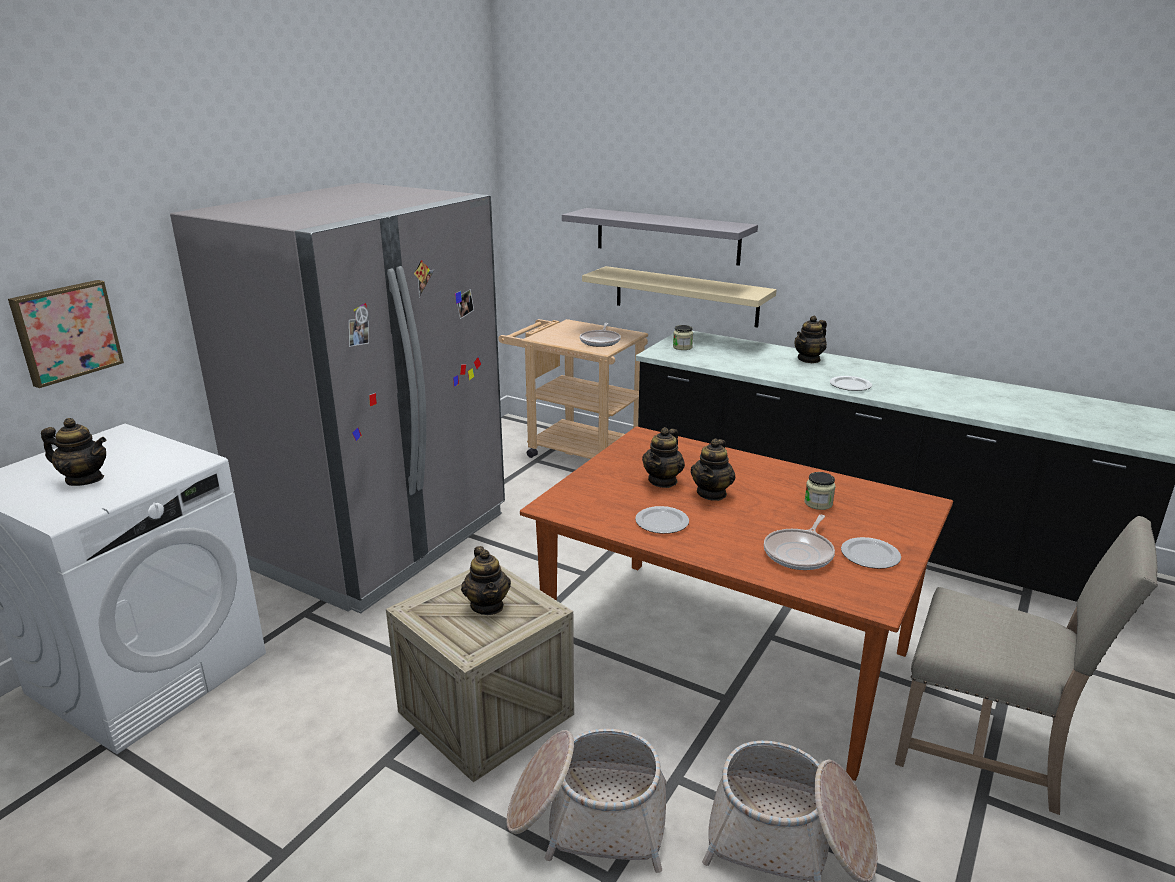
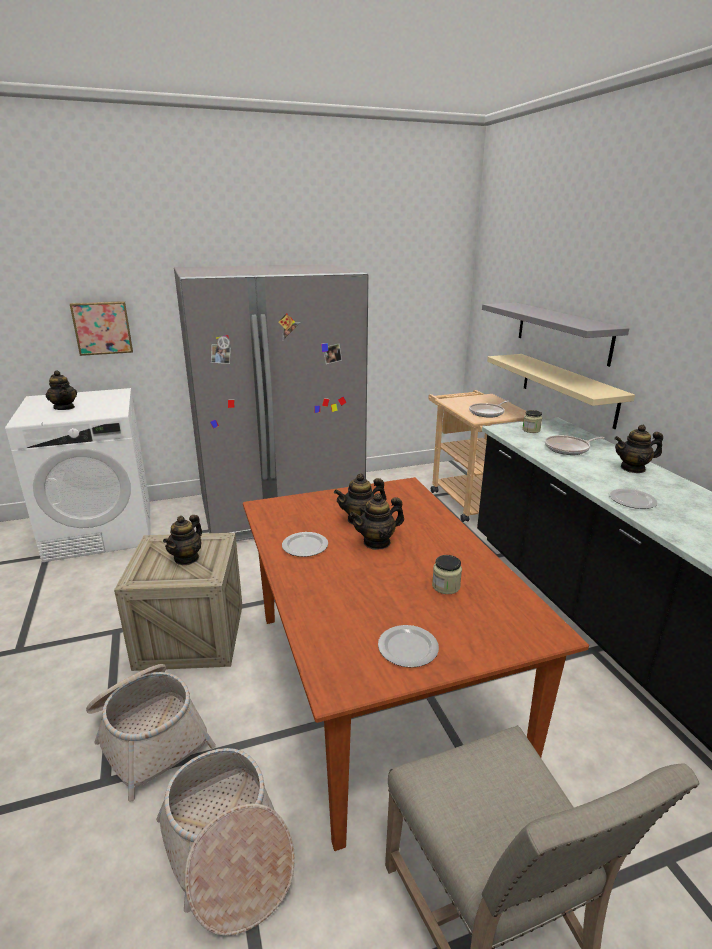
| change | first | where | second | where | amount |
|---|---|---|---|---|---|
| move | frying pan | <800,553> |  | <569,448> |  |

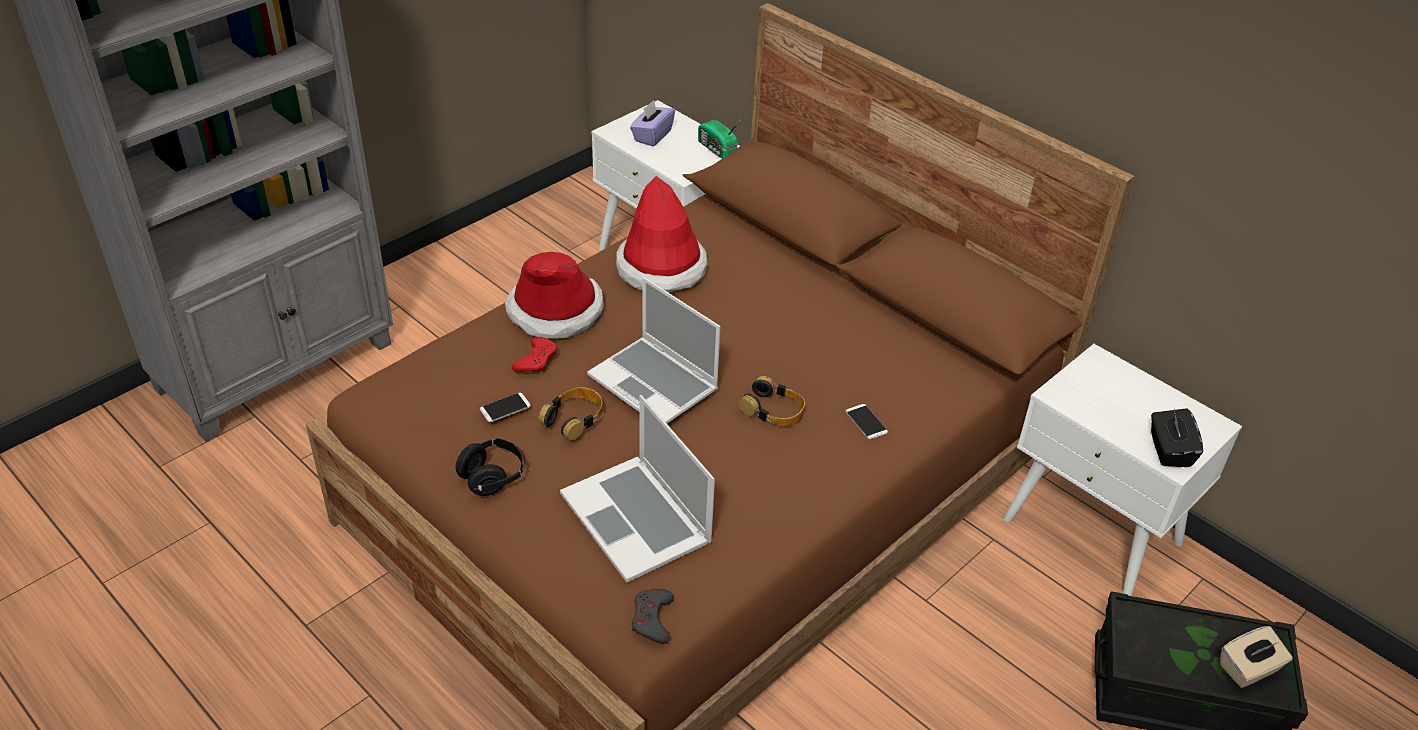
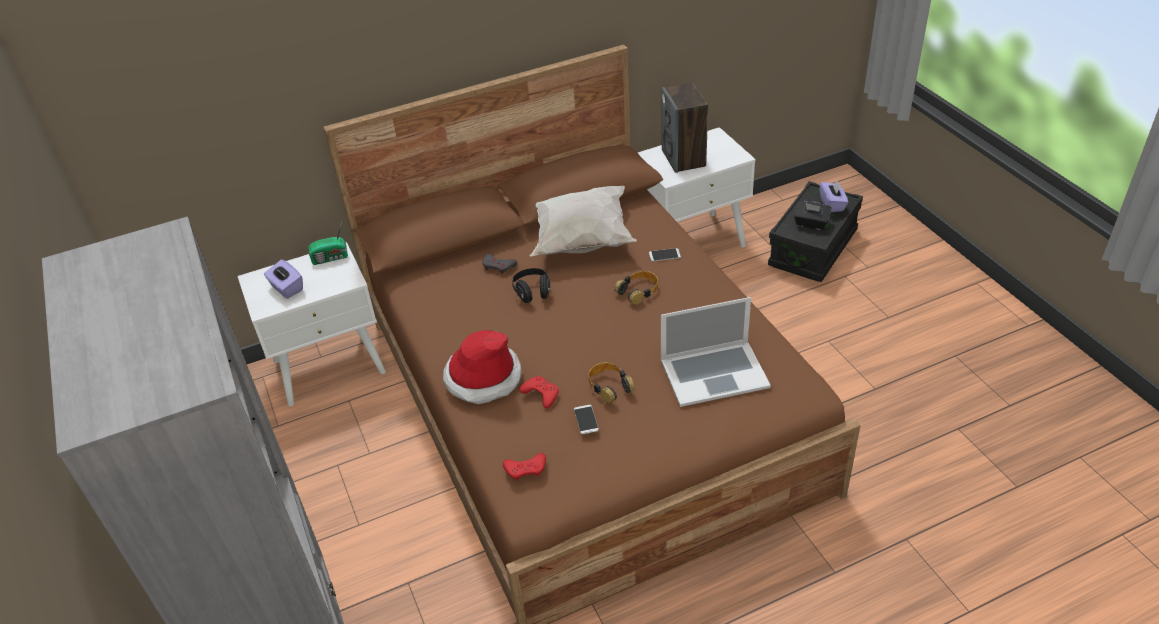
| change | first | where | second | where | amount |
|---|---|---|---|---|---|
| delete | laptop | <655,384> |  |  |  |
| delete | hat | <661,268> |  |  |  |
| insert |  |  | game controller in red | <526,469> |  |
| insert |  |  | pillow in white | <581,241> |  |
| insert |  |  | speaker | <684,158> |  |
| move | headphones in black | <493,477> |  | <532,292> |  |
| move | game controller in grey | <652,619> |  | <498,266> |  |
| move | tissue box in black | <1169,450> |  | <811,224> |  |
| recolor | tissue box in beige | <1249,669> | tissue box in purple | <832,204> |  |

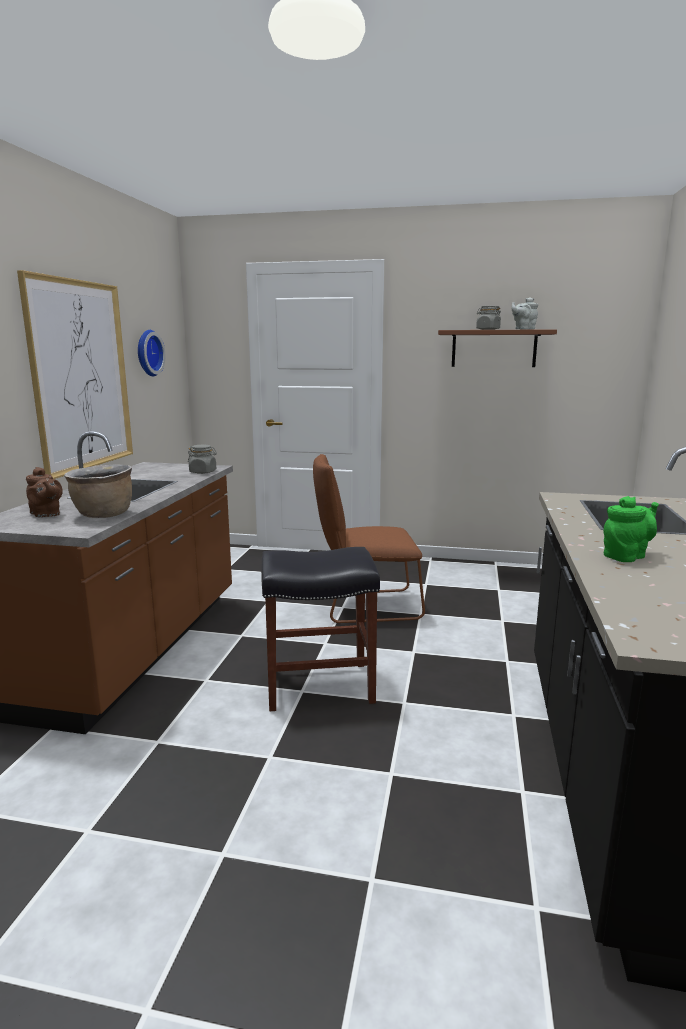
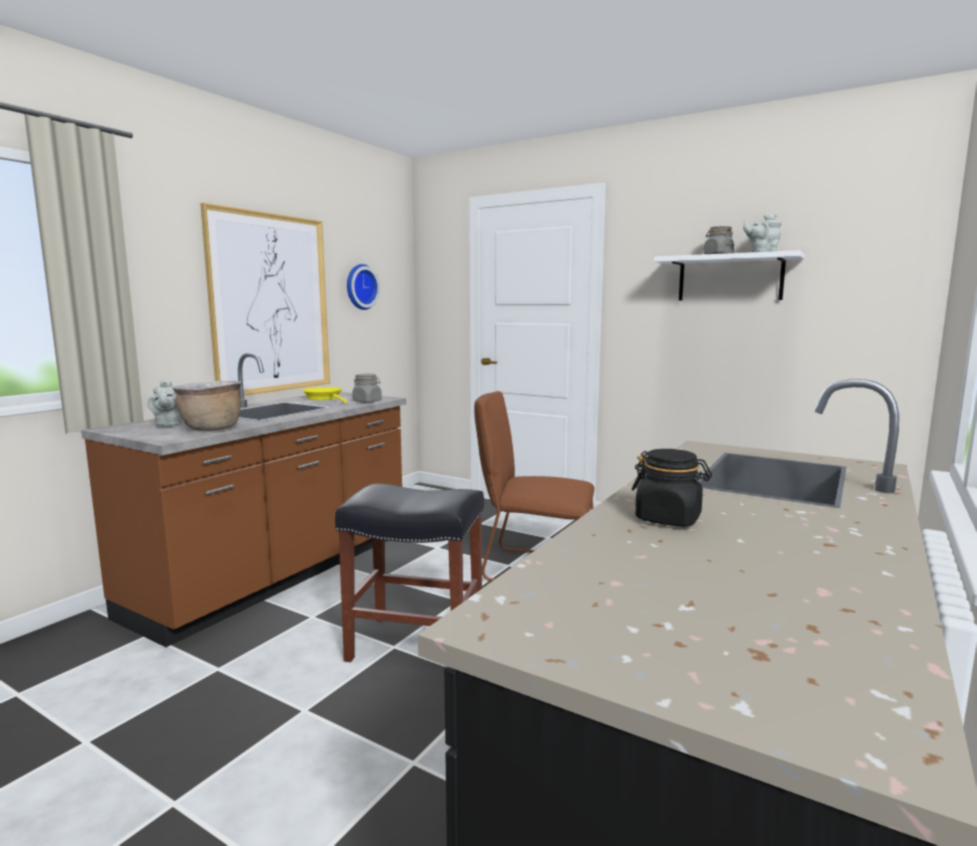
| change | first | where | second | where | amount |
|---|---|---|---|---|---|
| insert |  |  | frying pan in yellow | <325,398> |  |
| replace | teapot in green | <626,556> | jar in black | <668,519> |  |
| recolor | teapot in brown | <46,514> | teapot in grey | <168,425> |  |
| recolor | shelf in brown | <493,348> | shelf in white | <730,278> |  |

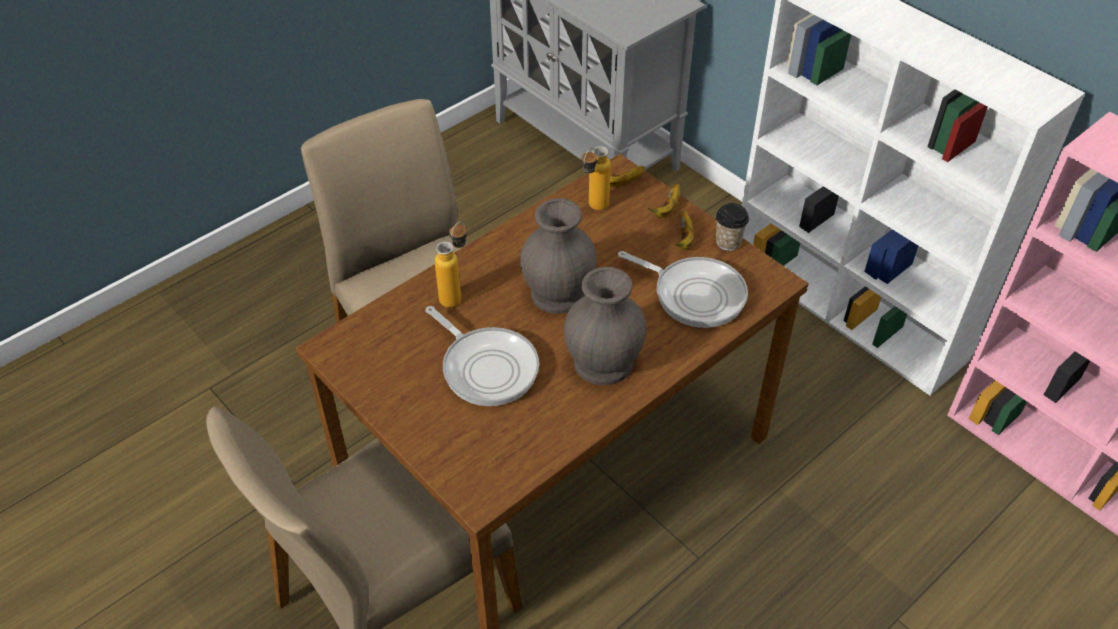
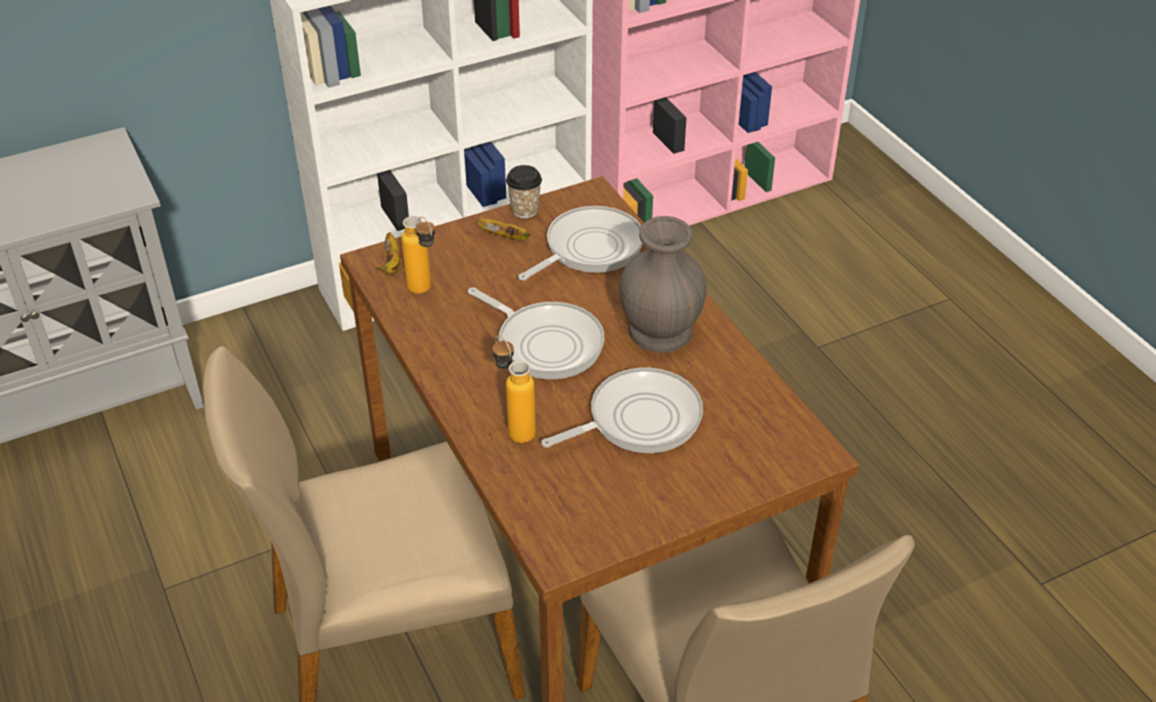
| change | first | where | second | where | amount |
|---|---|---|---|---|---|
| delete | banana | <667,209> |  |  |  |
| replace | vase in grey | <559,292> | frying pan | <545,343> |  |

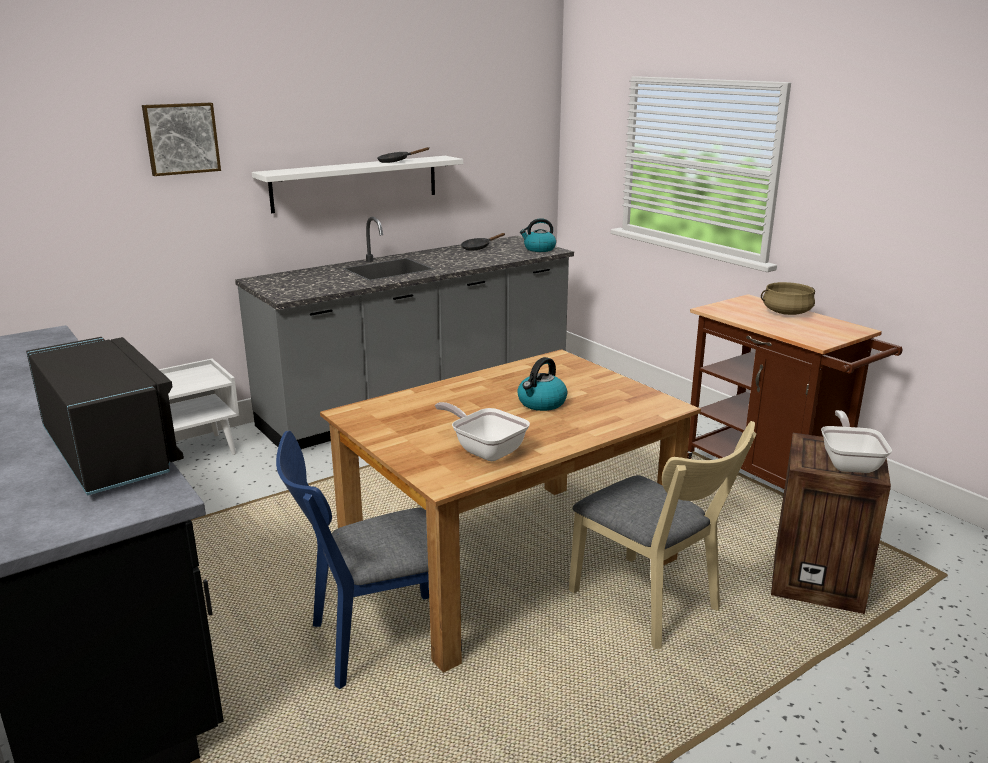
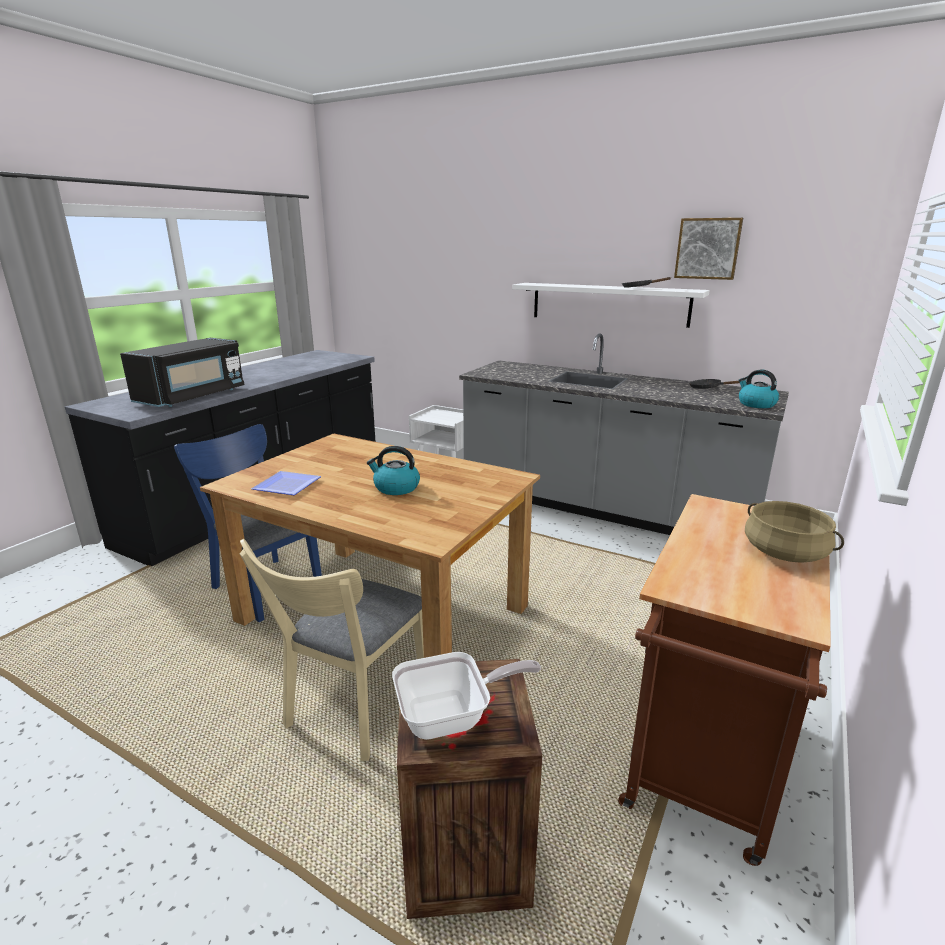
| change | first | where | second | where | amount |
|---|---|---|---|---|---|
| move | picture | <181,138> |  | <708,248> |  |
| replace | frying pan | <485,449> | plate | <289,485> |  |

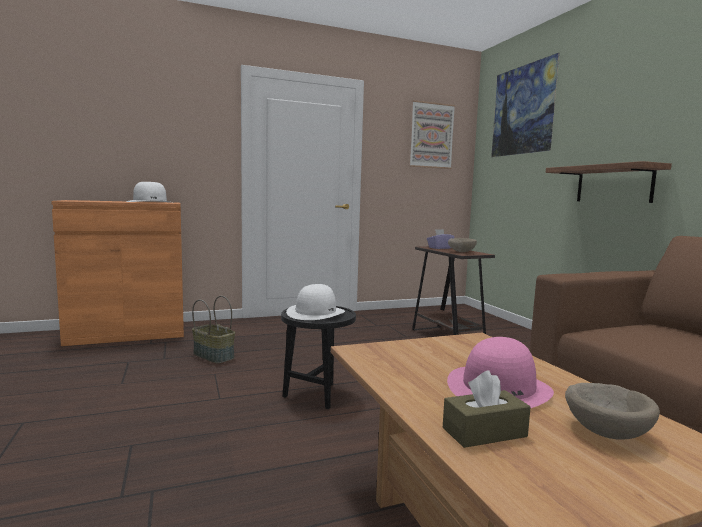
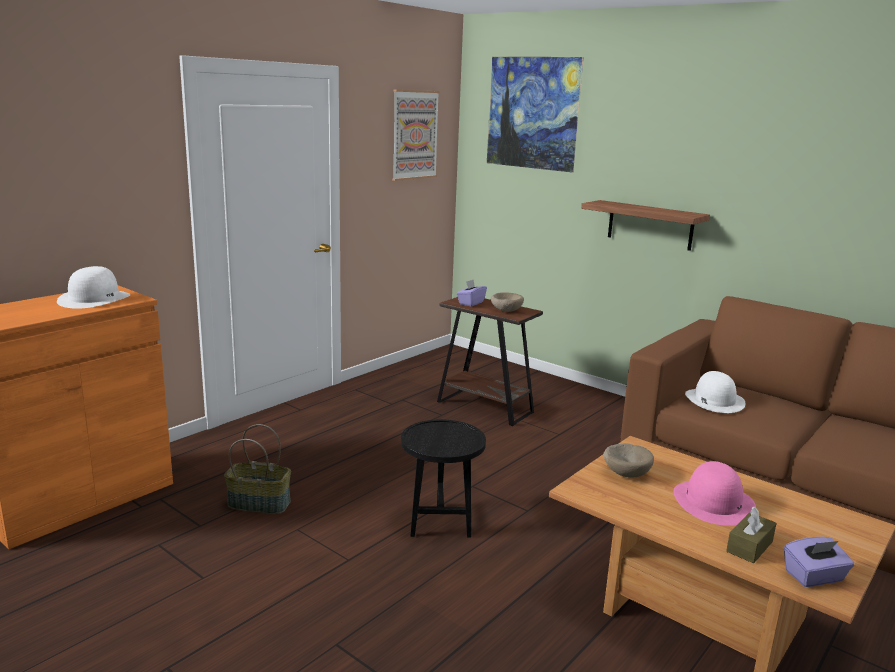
| change | first | where | second | where | amount |
|---|---|---|---|---|---|
| insert |  |  | tissue box in purple | <814,577> |  |
| move | hat in white | <315,312> |  | <714,400> |  |
| move | bowl in beige | <607,432> |  | <626,473> |  |

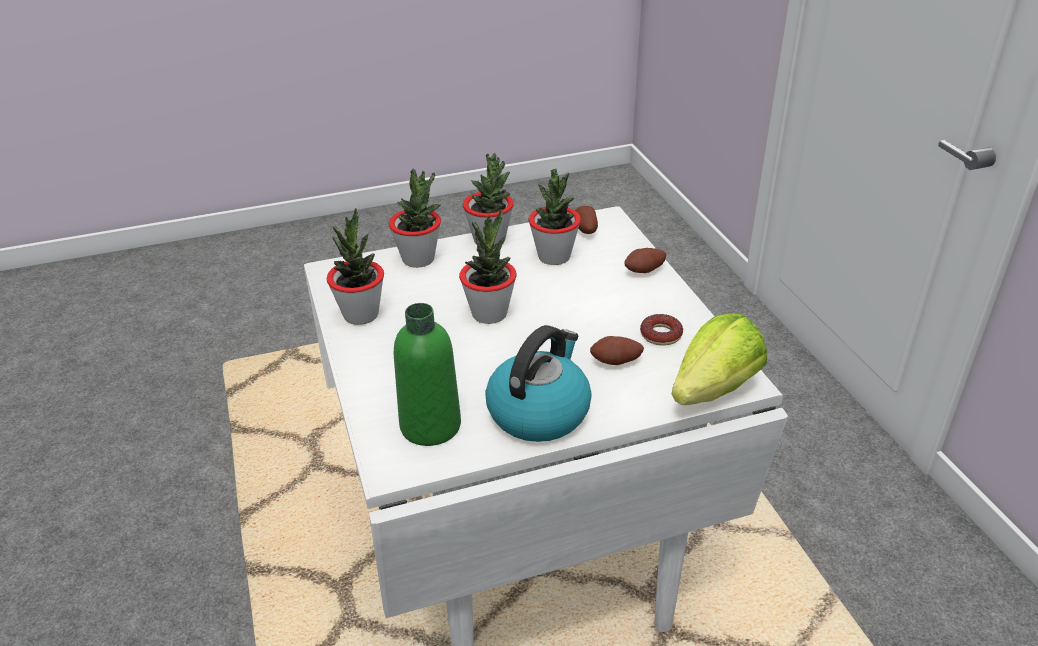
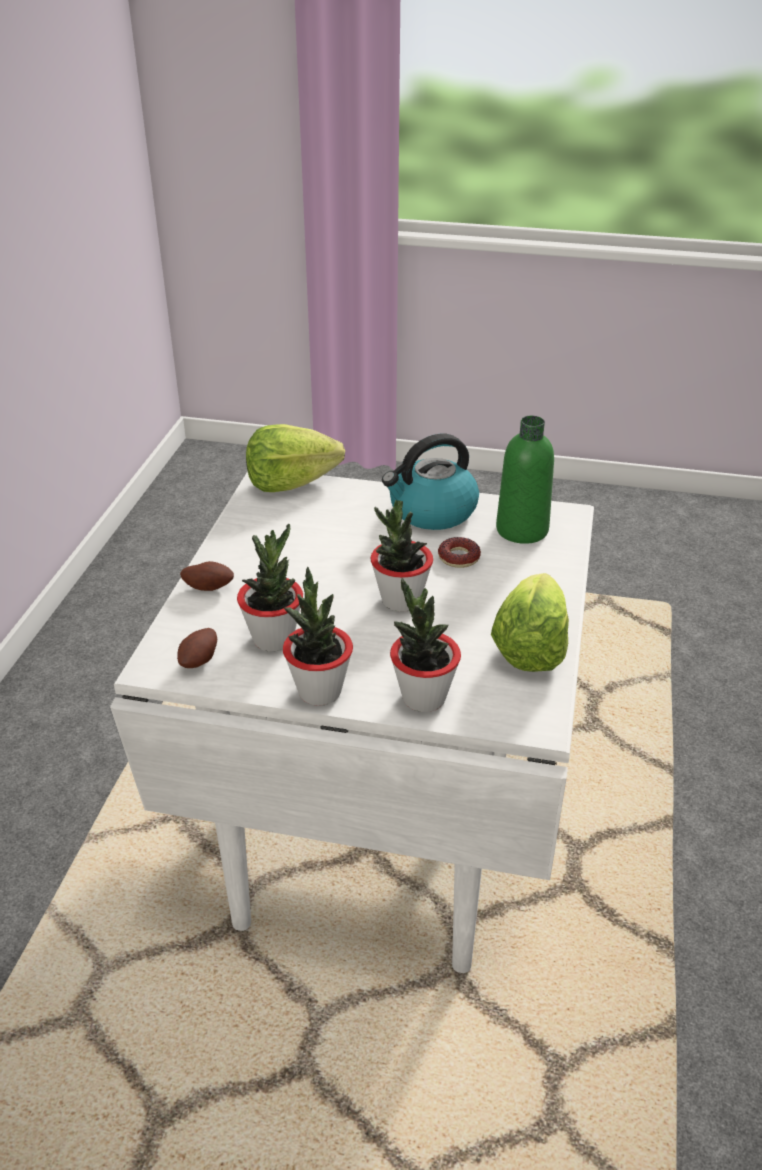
| change | first | where | second | where | amount |
|---|---|---|---|---|---|
| delete | potato | <616,363> |  |  |  |
| move | donut | <661,334> |  | <458,557> |  |
| replace | potted plant | <361,314> | lettuce | <530,648> |  |

